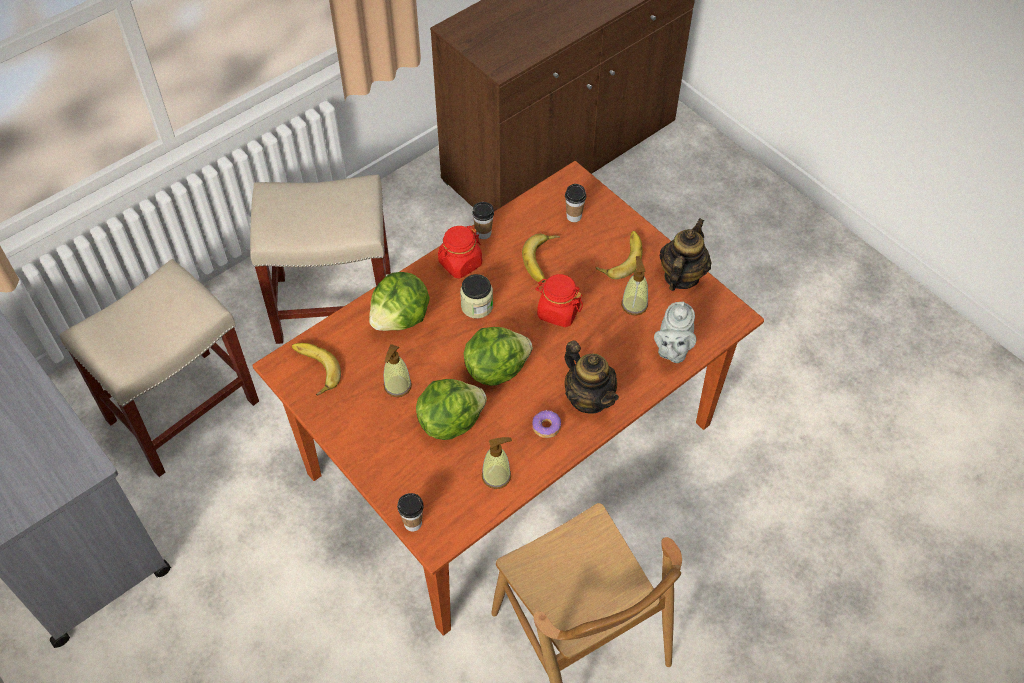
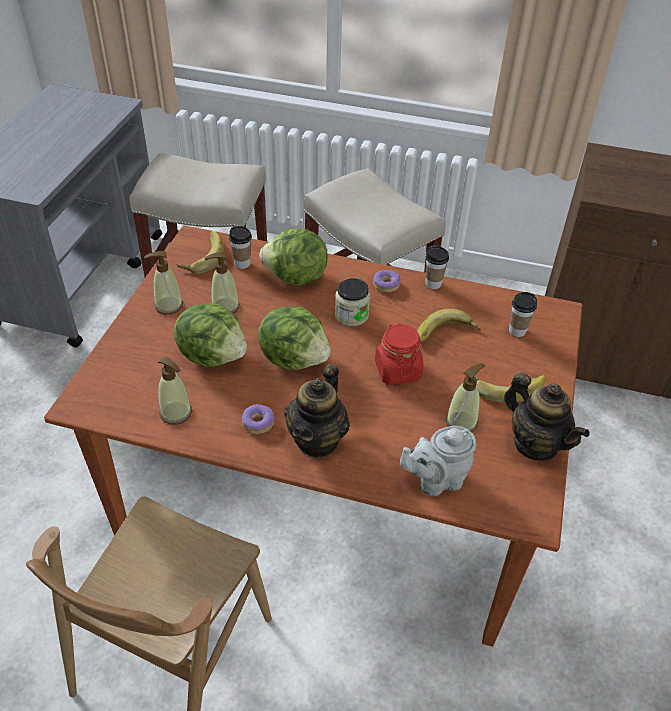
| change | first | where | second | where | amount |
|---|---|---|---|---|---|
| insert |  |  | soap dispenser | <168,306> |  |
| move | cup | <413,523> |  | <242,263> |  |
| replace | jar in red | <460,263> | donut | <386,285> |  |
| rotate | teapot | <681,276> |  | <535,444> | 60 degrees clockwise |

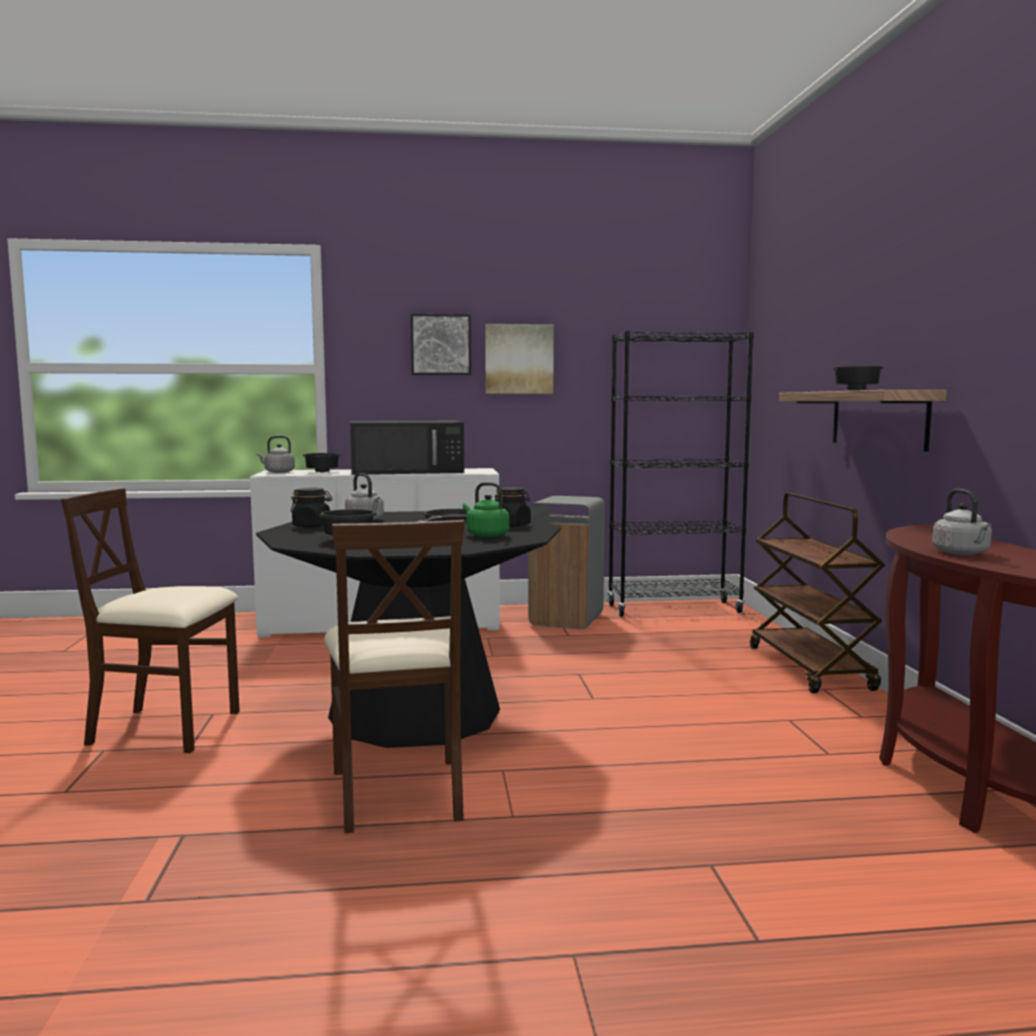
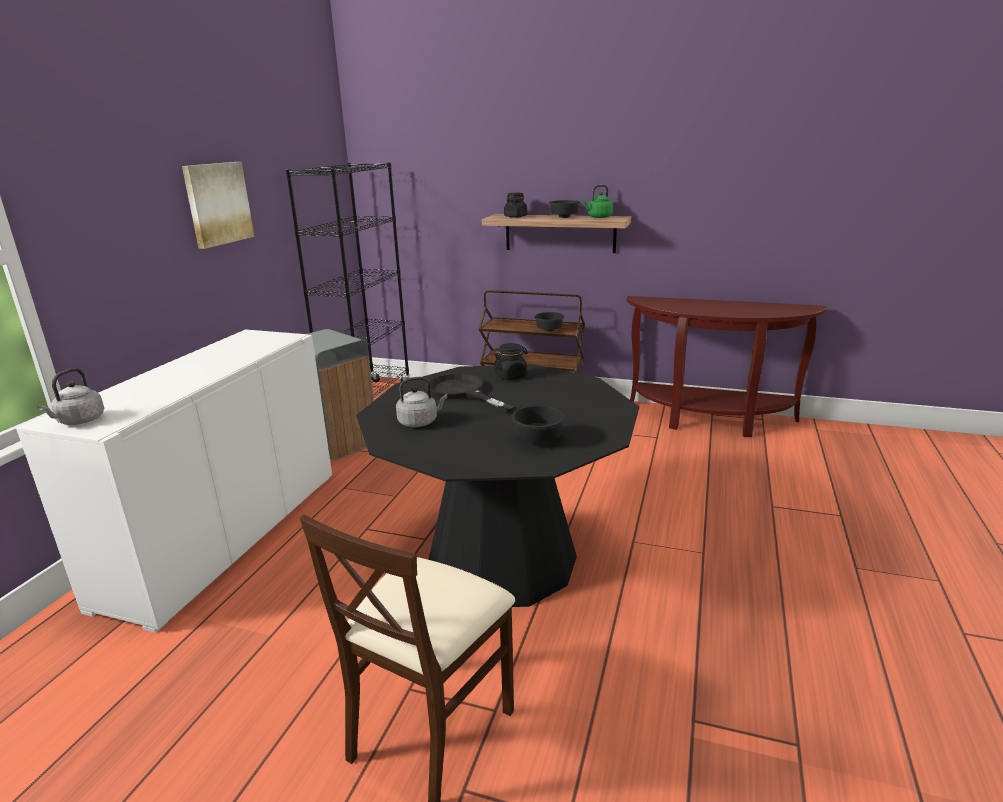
| change | first | where | second | where | amount |
|---|---|---|---|---|---|
| delete | chair in beige | <398,792> |  |  |  |
| delete | microwave in black | <408,471> |  |  |  |
| delete | picture | <441,345> |  |  |  |
| delete | kettle in grey | <962,553> |  |  |  |
| move | jar in black | <312,526> |  | <515,216> |  |
| move | bowl in black | <322,472> |  | <550,330> |  |
| move | kettle in green | <485,535> |  | <598,217> |  |

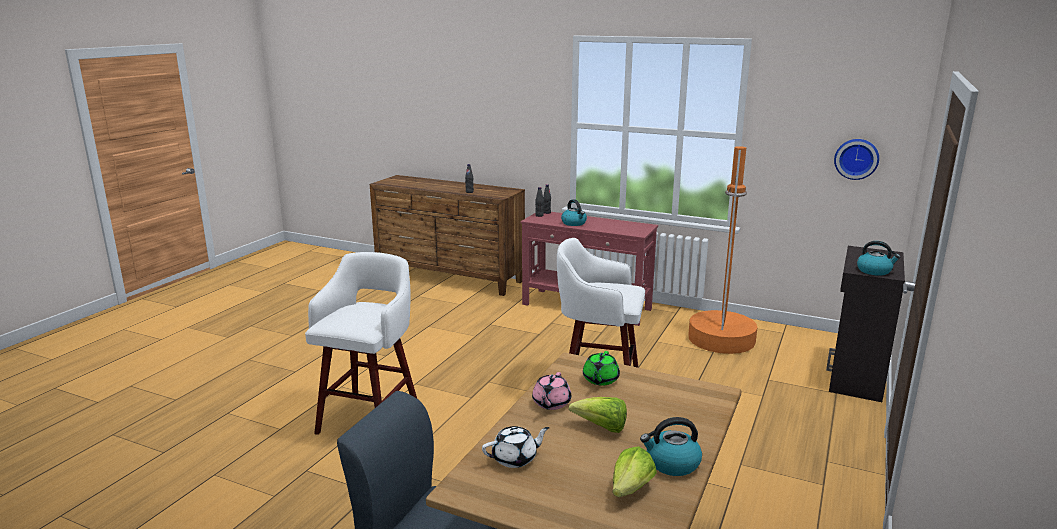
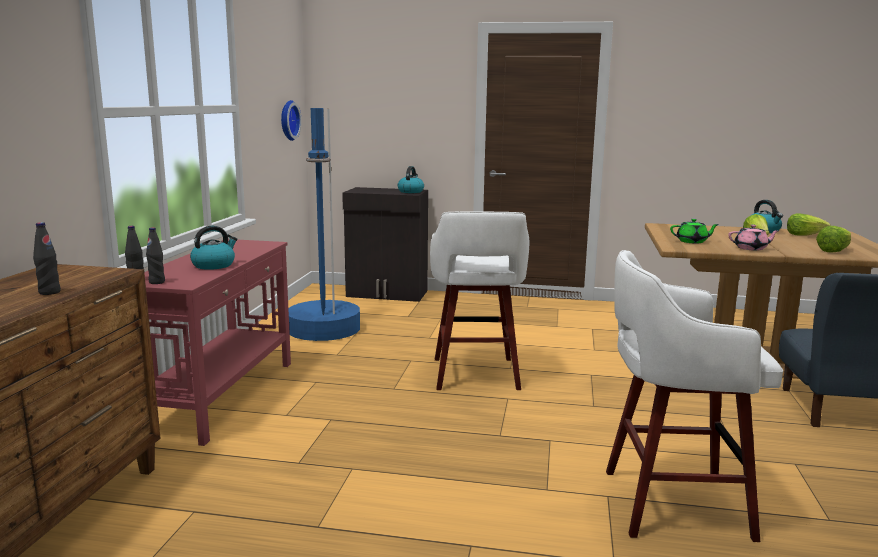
| change | first | where | second | where | amount |
|---|---|---|---|---|---|
| replace | teapot in white | <515,458> | lettuce | <833,251> |  |
| recolor | floor lamp in orange | <721,339> | floor lamp in blue | <323,329> |  |

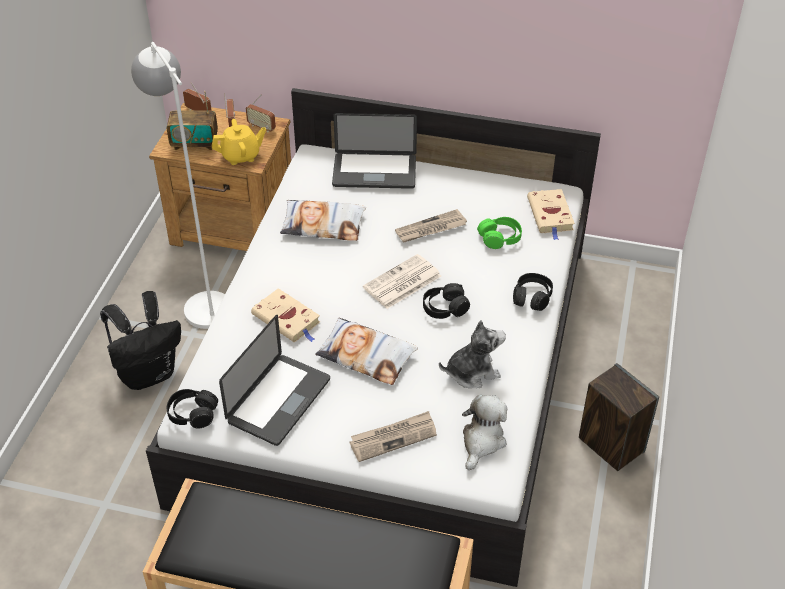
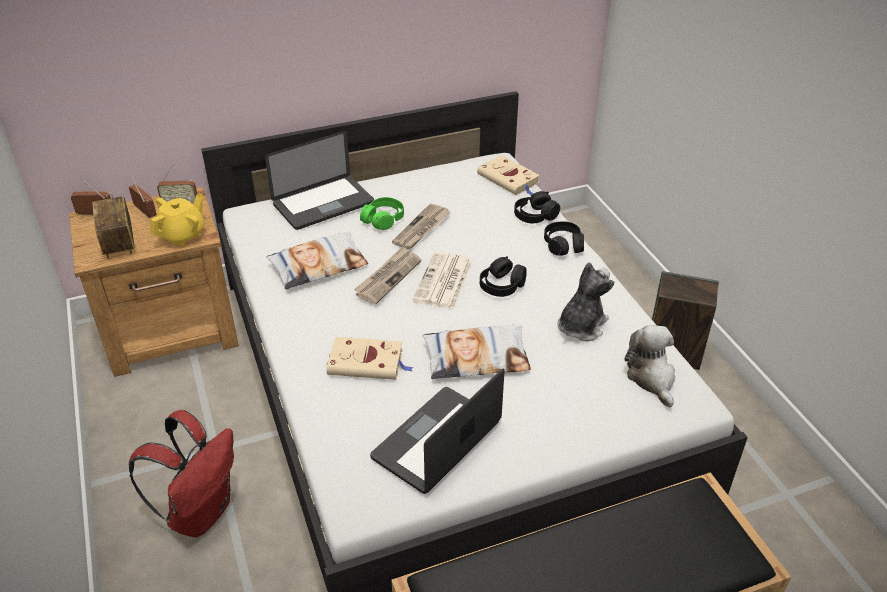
| change | first | where | second | where | amount |
|---|---|---|---|---|---|
| delete | floor lamp in white | <201,300> |  |  |  |
| move | headphones in black | <192,414> |  | <535,216> |  |
| move | newspaper | <393,437> |  | <388,277> |  |
| move | headphones in green | <500,238> |  | <383,219> |  |
| recolor | backpack in black | <149,373> | backpack in red | <200,512> |  |
| rotate | radio | <194,143> |  | <119,243> | 105 degrees clockwise |
| rotate | laptop | <279,401> |  | <437,441> | 135 degrees counterclockwise |

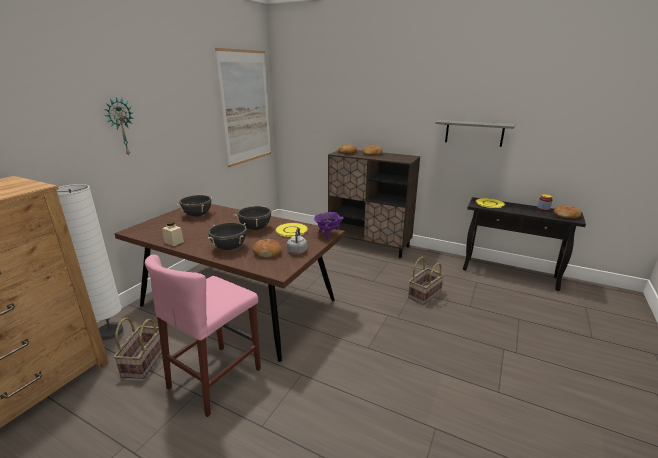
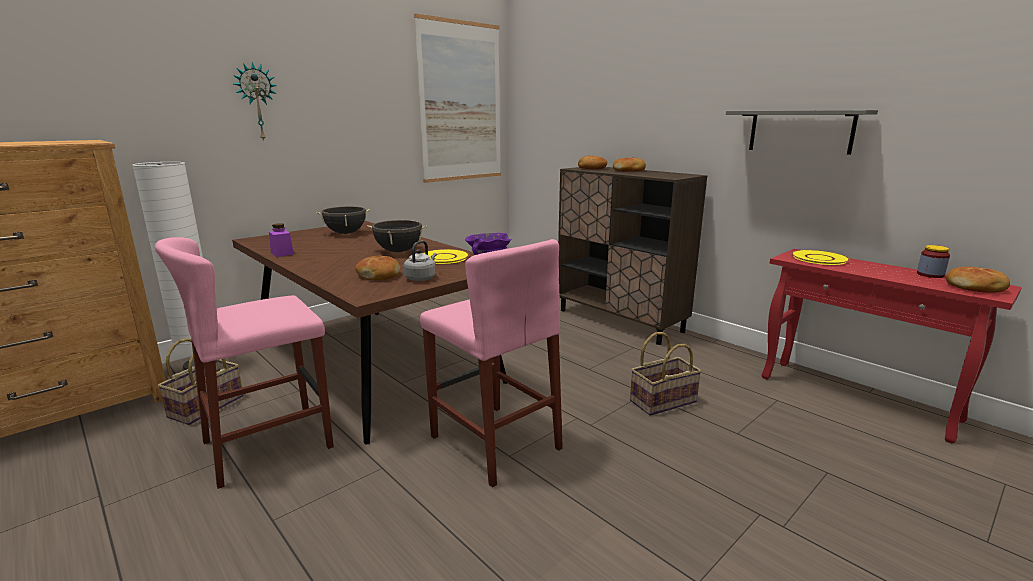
| change | first | where | second | where | amount |
|---|---|---|---|---|---|
| delete | cooking pot in black | <229,248> |  |  |  |
| insert |  |  | stool in pink | <494,442> |  |
| recolor | jar in beige | <174,242> | jar in purple | <282,253> |  |
| recolor | console table in black | <510,273> | console table in red | <857,398> |  |

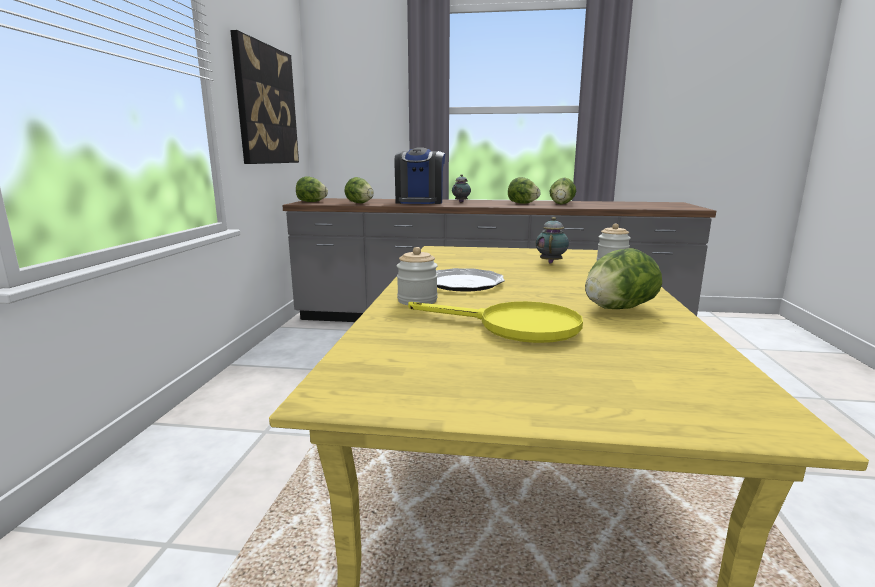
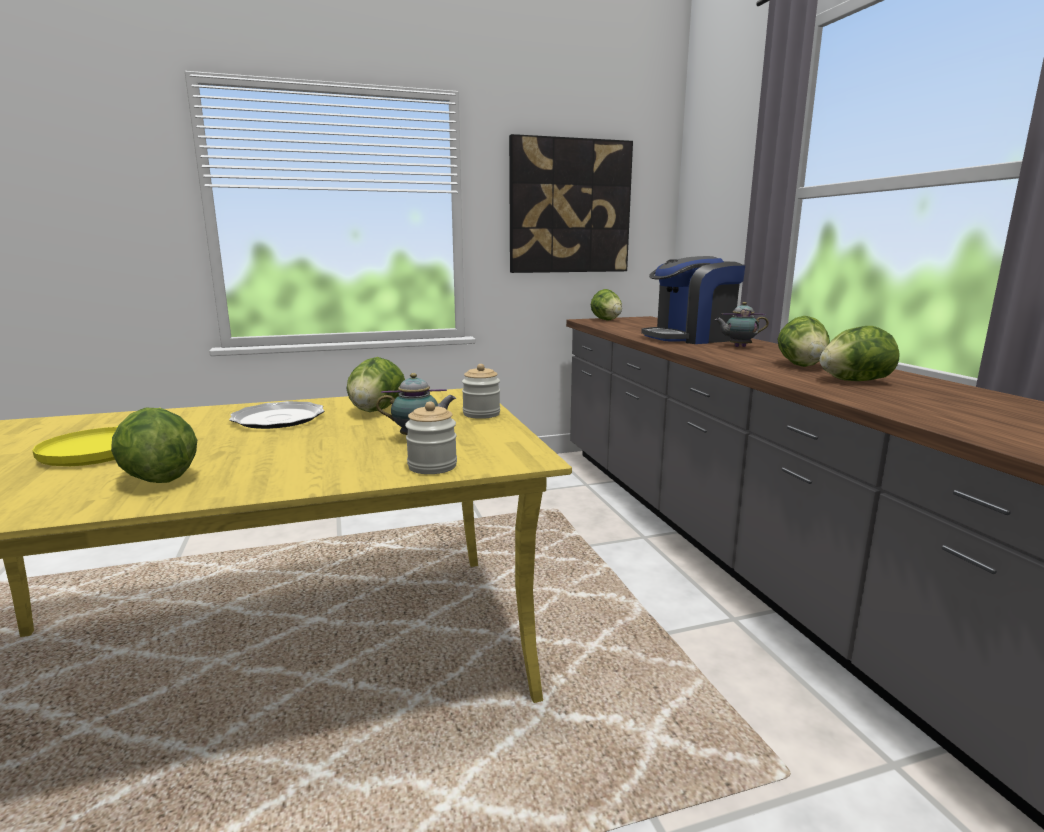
| change | first | where | second | where | amount |
|---|---|---|---|---|---|
| move | lettuce | <359,203> |  | <376,410> |  |
| move | jar | <417,300> |  | <481,414> |  |

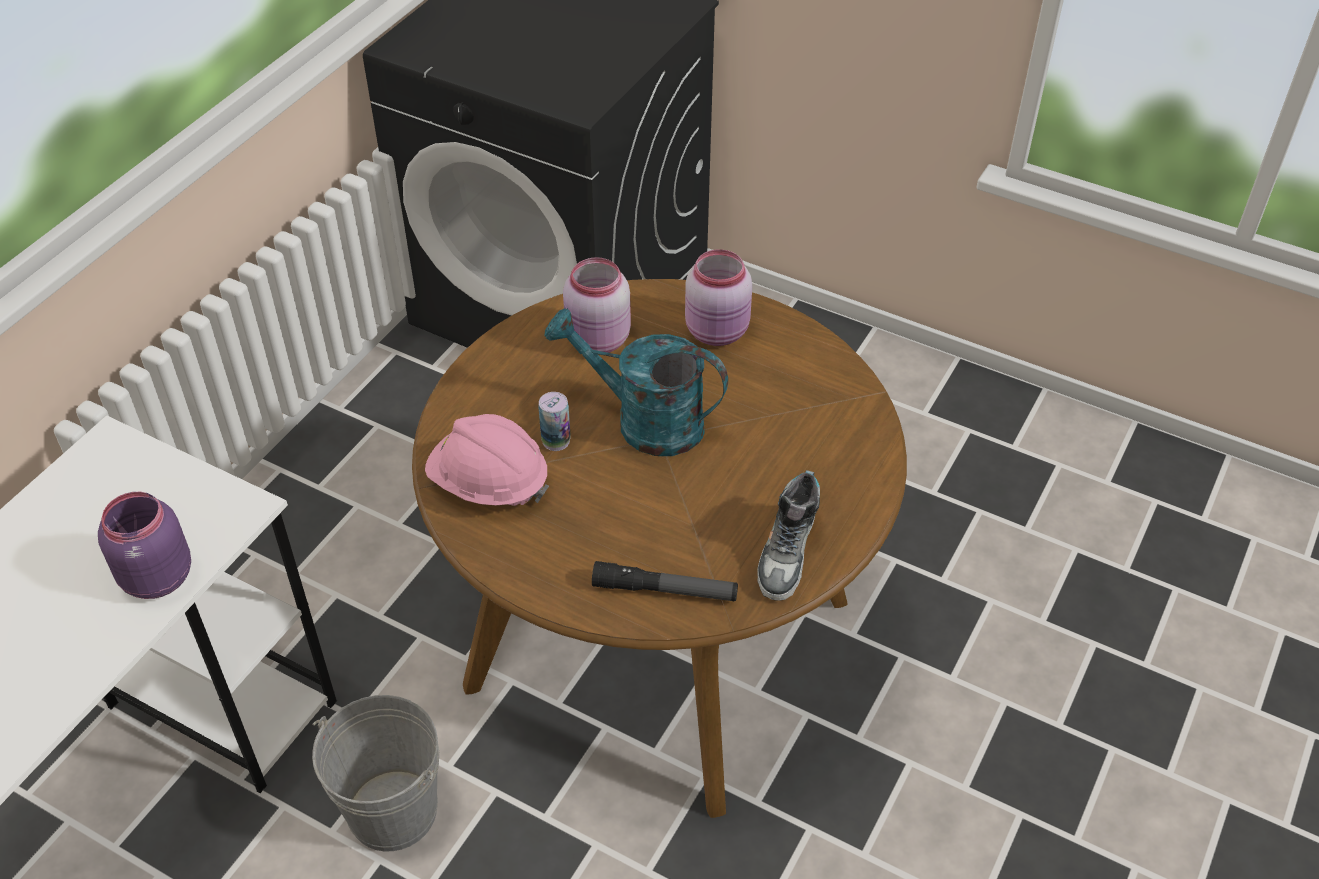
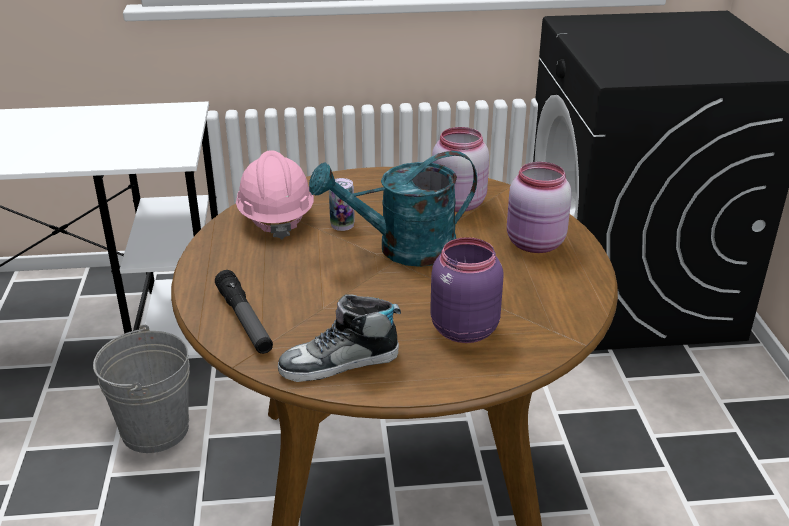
| change | first | where | second | where | amount |
|---|---|---|---|---|---|
| move | jar in purple | <155,578> |  | <462,329> |  |
| rotate | watering can in turquoise | <644,421> |  | <403,249> | 90 degrees counterclockwise |

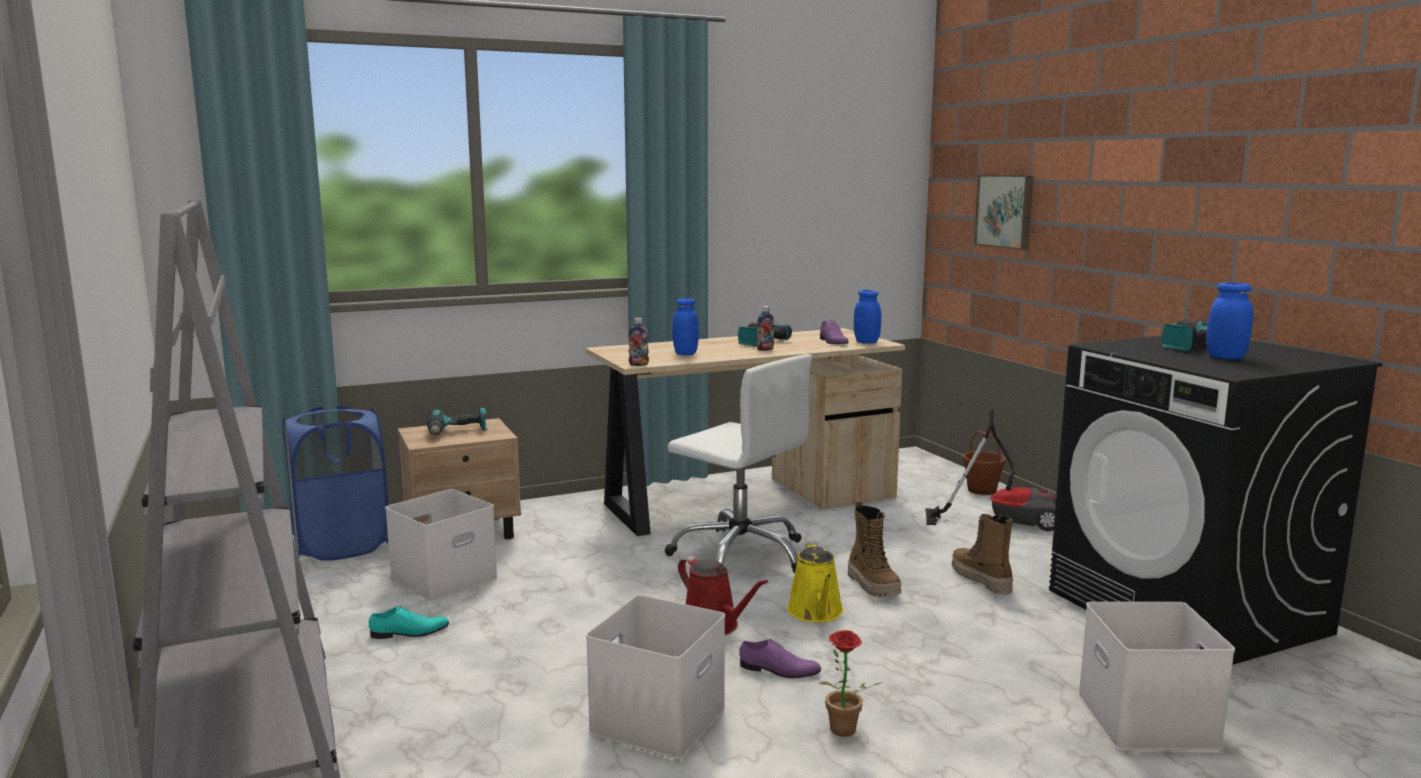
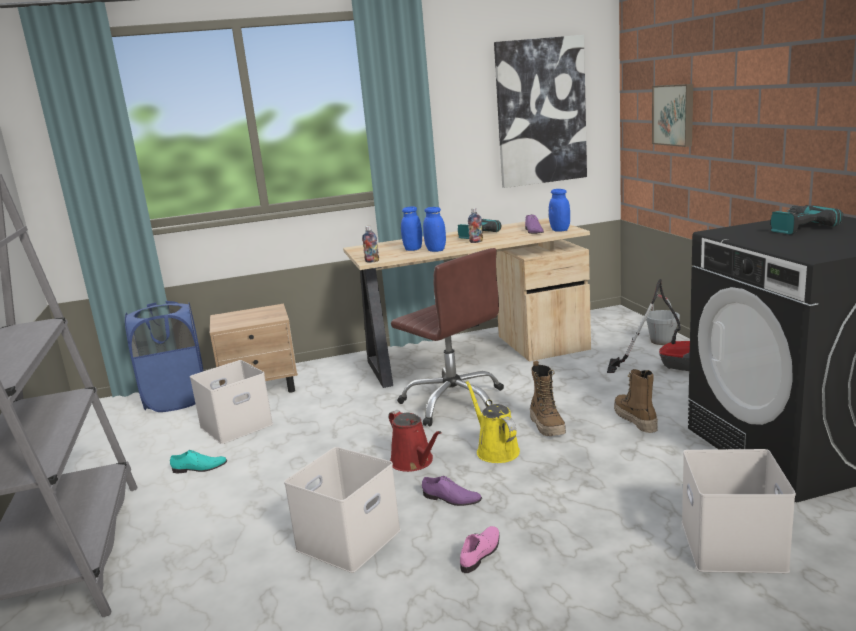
| change | first | where | second | where | amount |
|---|---|---|---|---|---|
| delete | power drill | <457,432> |  |  |  |
| insert |  |  | picture | <541,112> |  |
| move | jar in blue | <1225,357> |  | <435,250> |  |
| replace | potted plant | <842,732> | shoe in pink | <481,552> |  |
| recolor | office chair in white | <741,555> | office chair in brown | <454,402> |  |
| recolor | bucket in brown | <981,490> | bucket in grey | <661,341> |  |
| rotate | watering can in yellow | <816,613> |  | <495,450> | 150 degrees clockwise |

